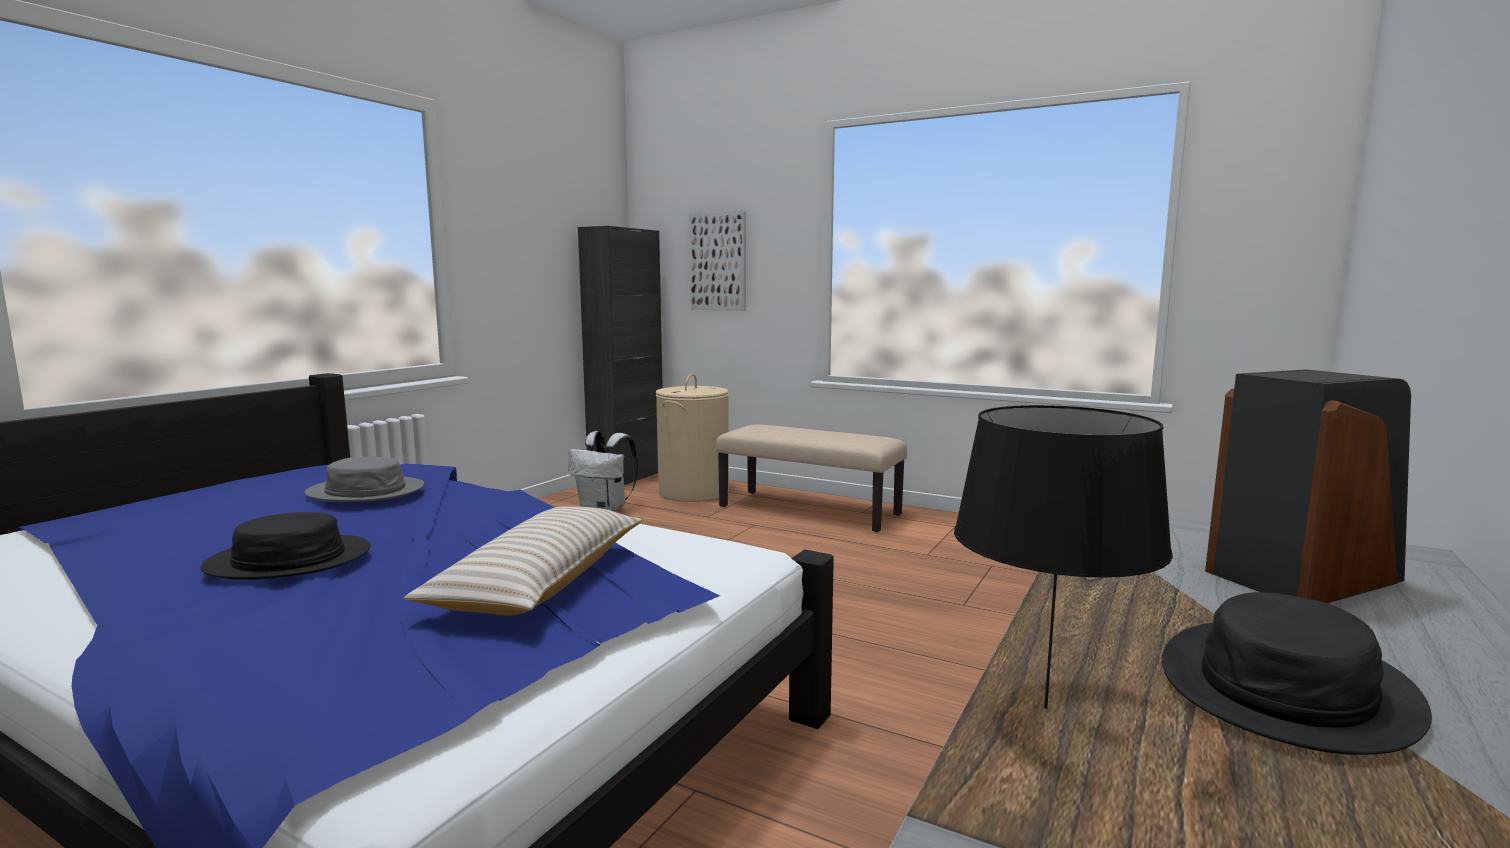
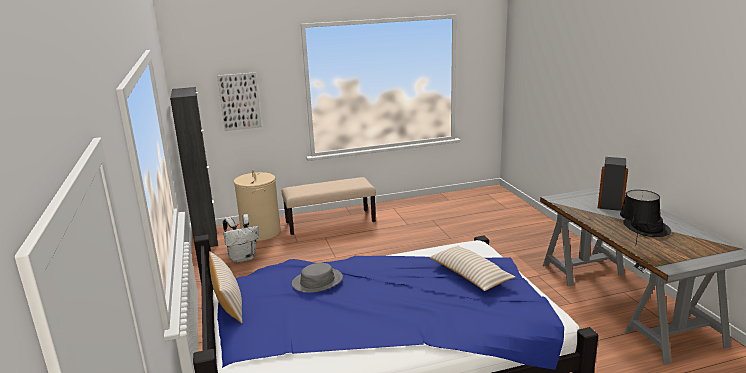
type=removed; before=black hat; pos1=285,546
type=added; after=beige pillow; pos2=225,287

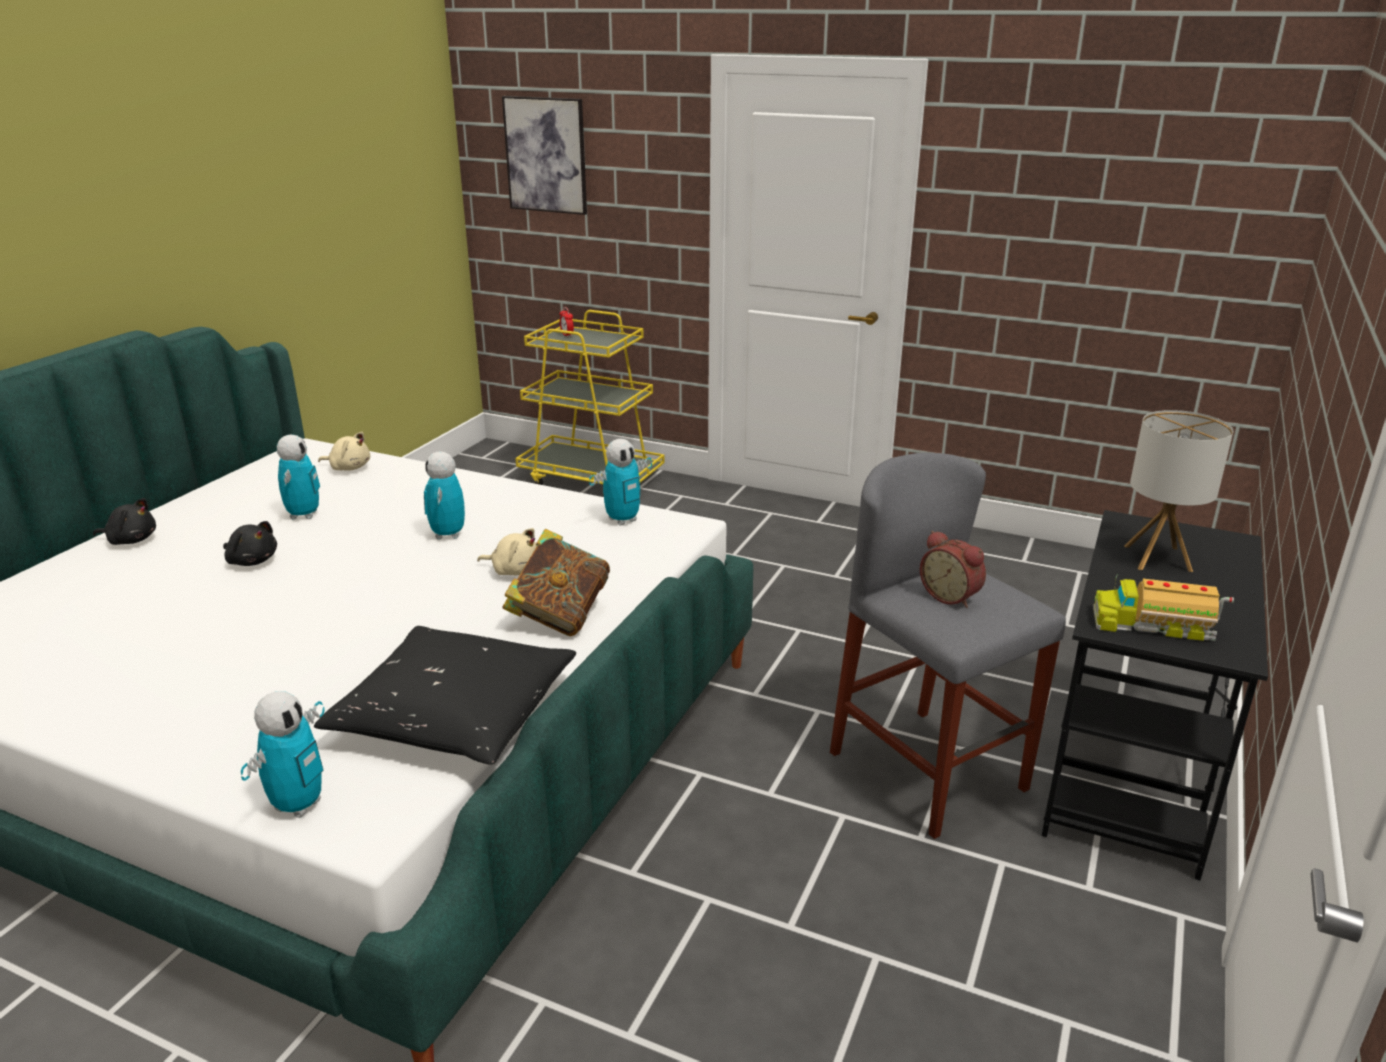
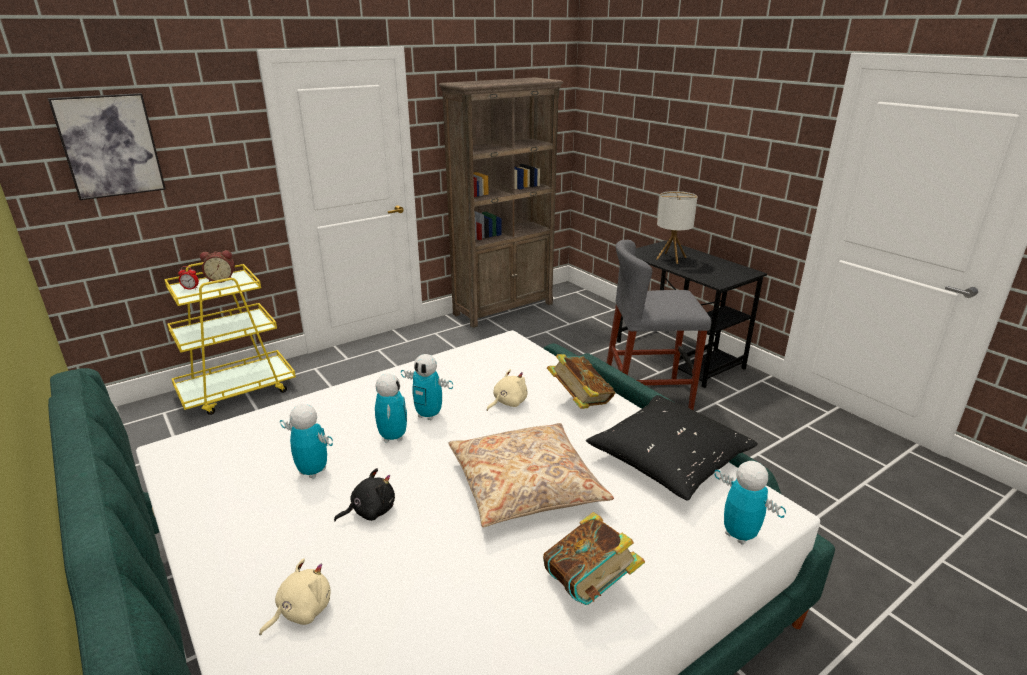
type=removed; before=black plush toy; pos1=124,521
type=removed; before=toy truck; pos1=1163,608
type=added; after=brown bookcase; pos2=501,202
type=added; after=beige pillow; pos2=531,475
type=added; after=book; pos2=594,558
type=moved; before=beige plush toy; pos1=344,451; pos2=295,597
type=moved; before=toy robot; pos1=620,482; pos2=391,408
type=moved; before=alarm clock; pos1=953,569; pos2=217,266

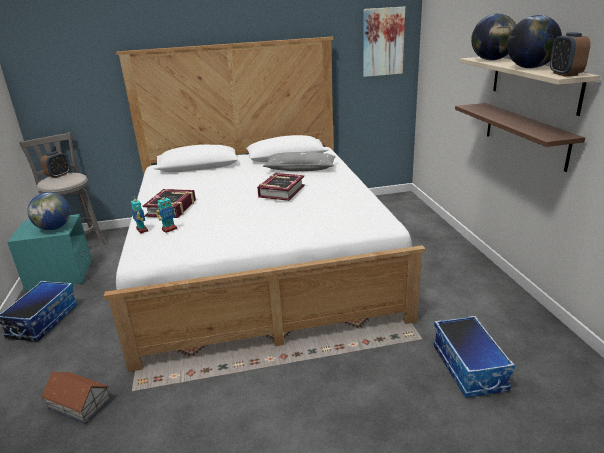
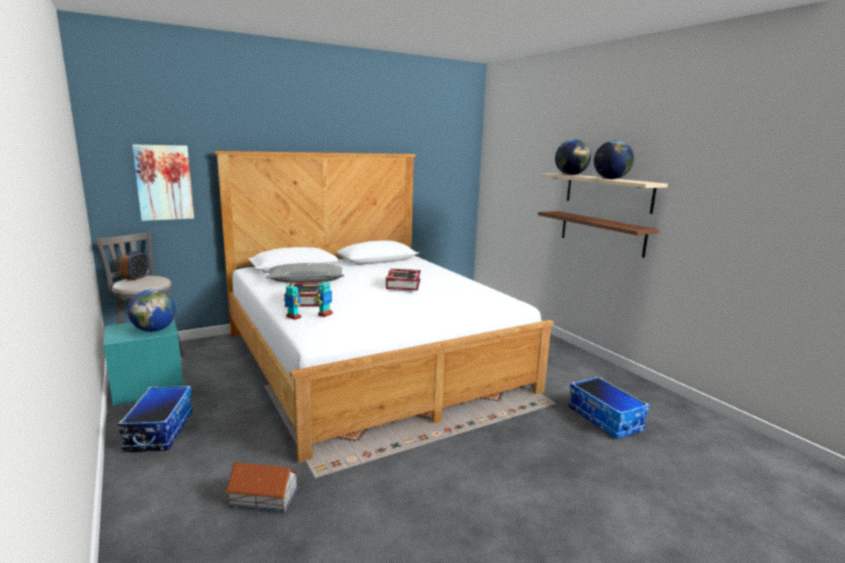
type=removed; before=alarm clock; pos1=570,54
type=moved; before=grey pillow; pos1=299,161; pos2=305,273
type=moved; before=picture; pos1=384,42; pos2=163,182

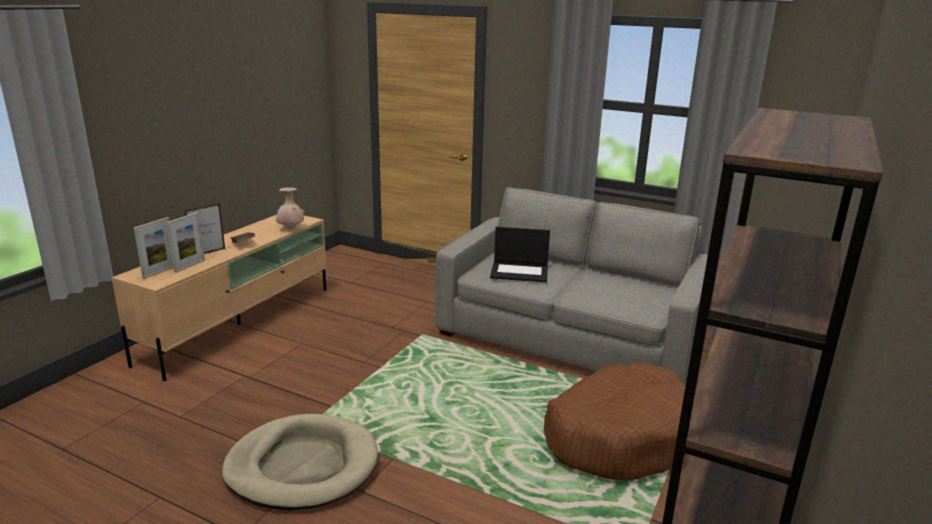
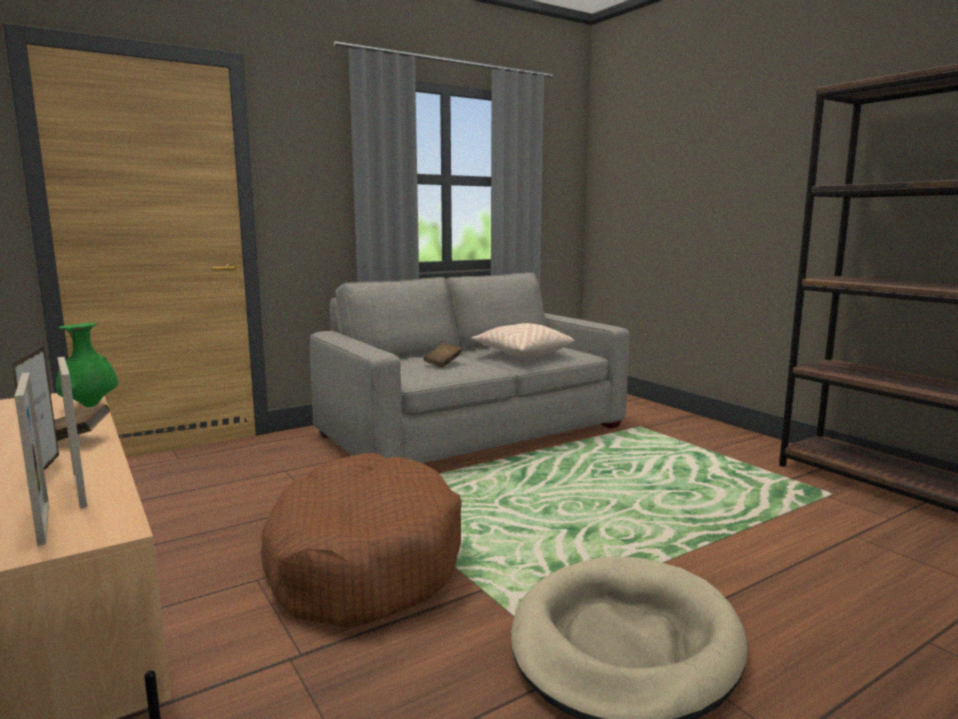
type=added; after=beige pillow; pos2=523,340
type=moved; before=brown dog bed; pos1=615,421; pos2=361,540
type=replaced; before=laptop; after=brown book; pos1=520,255; pos2=443,355
type=recoloured; before=beige vase; after=green vase; pos1=289,209; pos2=87,365

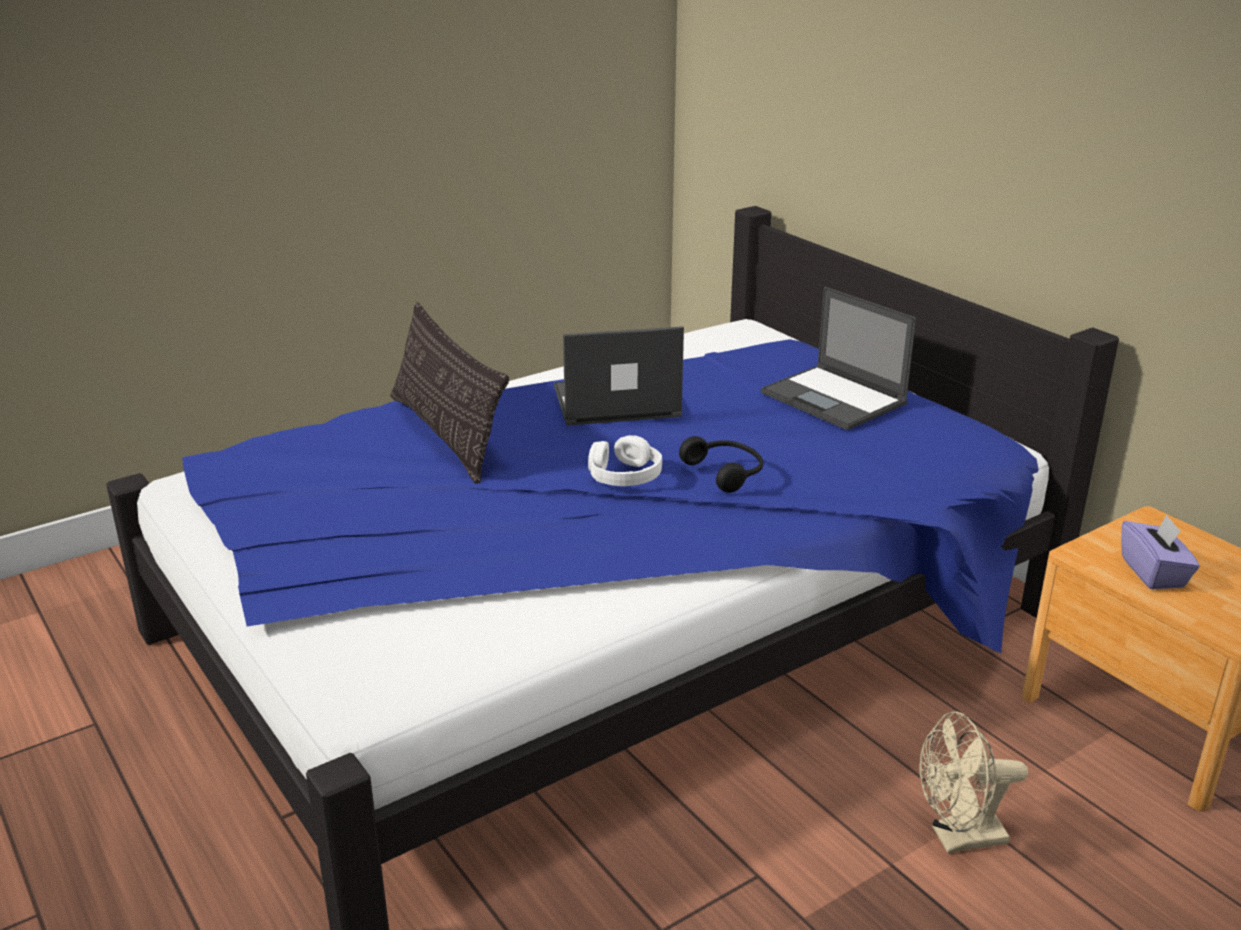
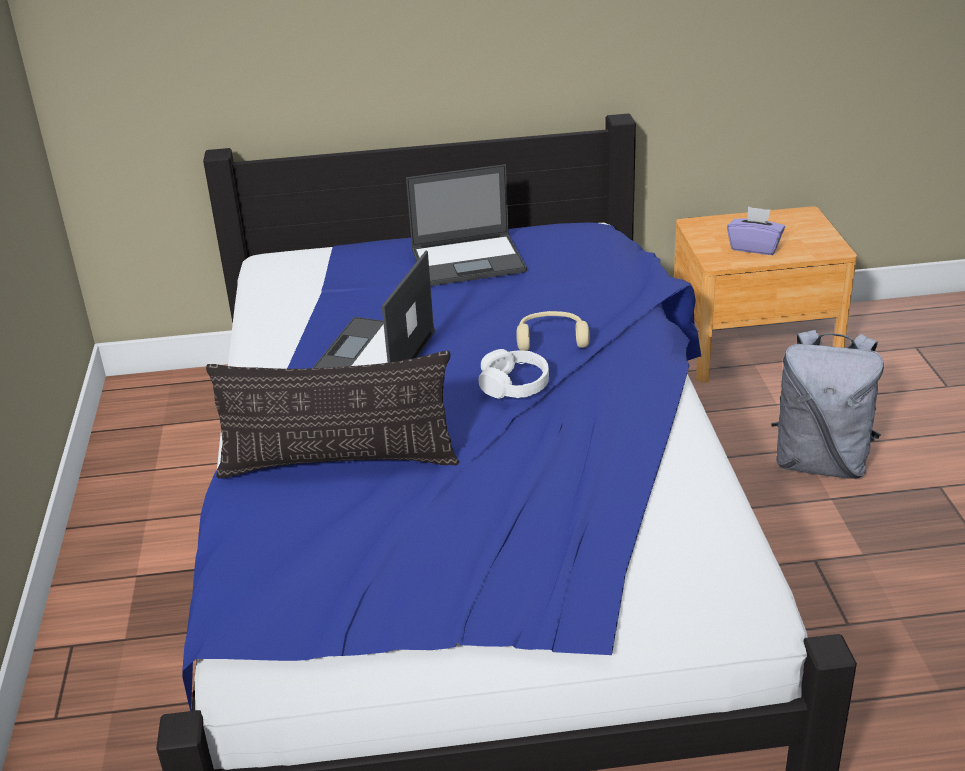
type=replaced; before=beige fan; after=grey backpack; pos1=973,782; pos2=827,404
type=recoloured; before=black headphones; after=beige headphones; pos1=721,464; pos2=553,331

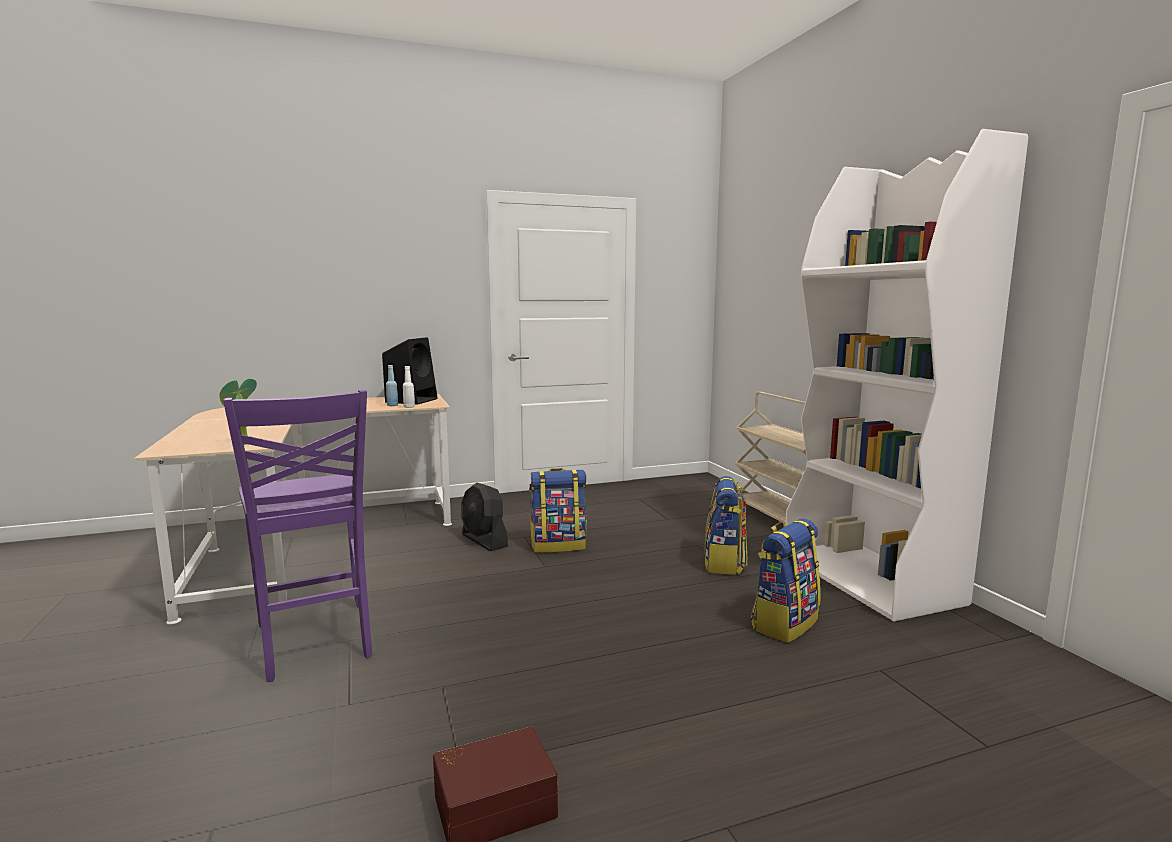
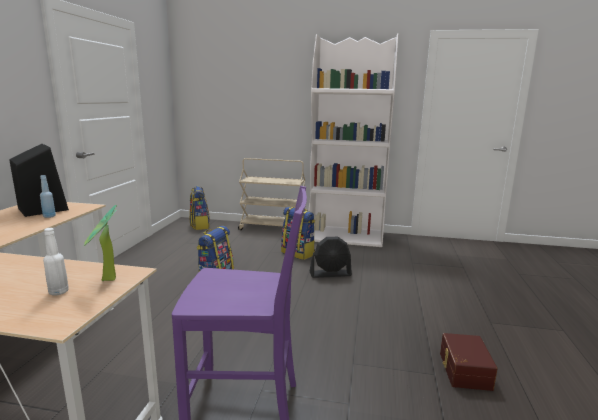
type=moved; before=white bottle; pos1=409,387; pos2=56,262
type=moved; before=black fan; pos1=484,517; pos2=330,257
type=moved; before=backpack; pos1=785,580; pos2=200,208

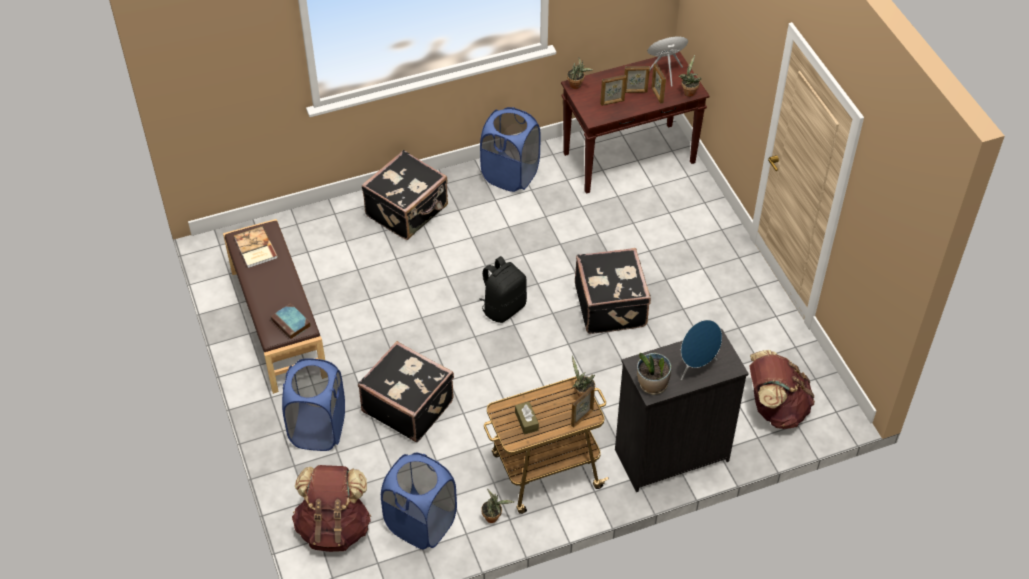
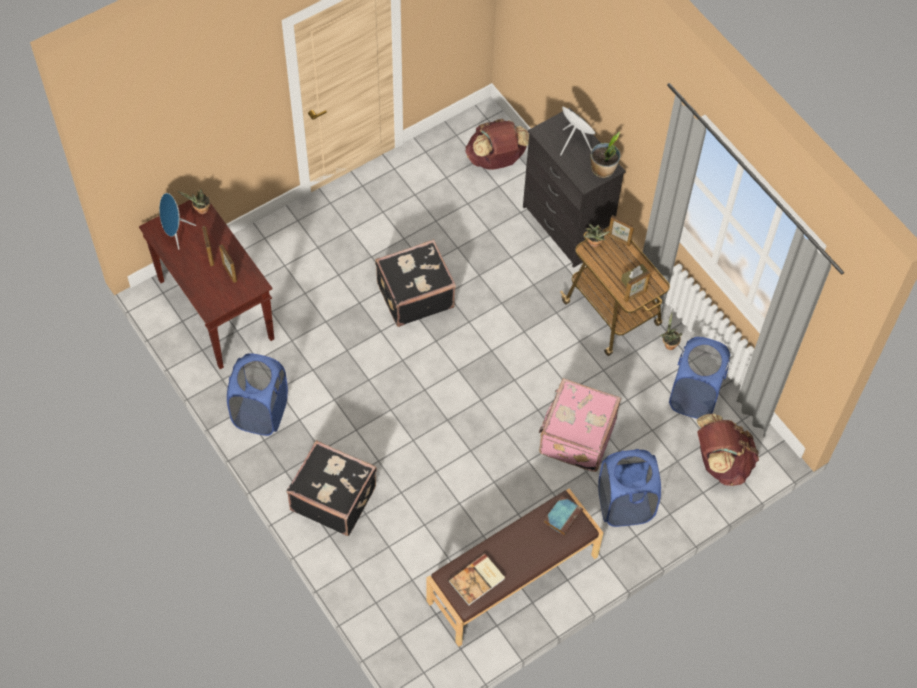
type=removed; before=black backpack; pos1=503,289
type=removed; before=potted plant; pos1=580,73
type=moved; before=picture frame; pos1=658,83; pos2=637,286
type=recoloured; before=black suitcase; after=pink suitcase; pos1=406,391; pos2=580,425

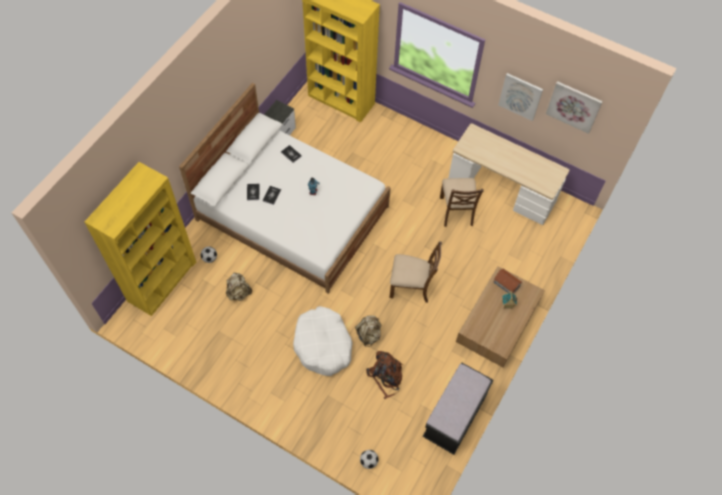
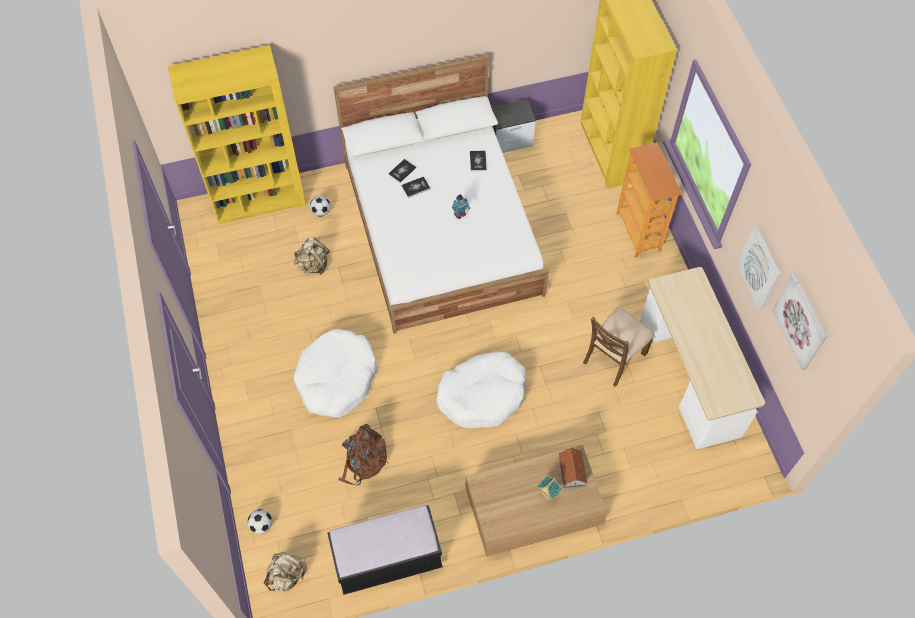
type=added; after=bookcase; pos2=649,199
type=moved; before=beige backpack; pos1=368,331; pos2=285,572
type=replaced; before=brown chair; after=white dog bed; pos1=416,272; pos2=481,390

